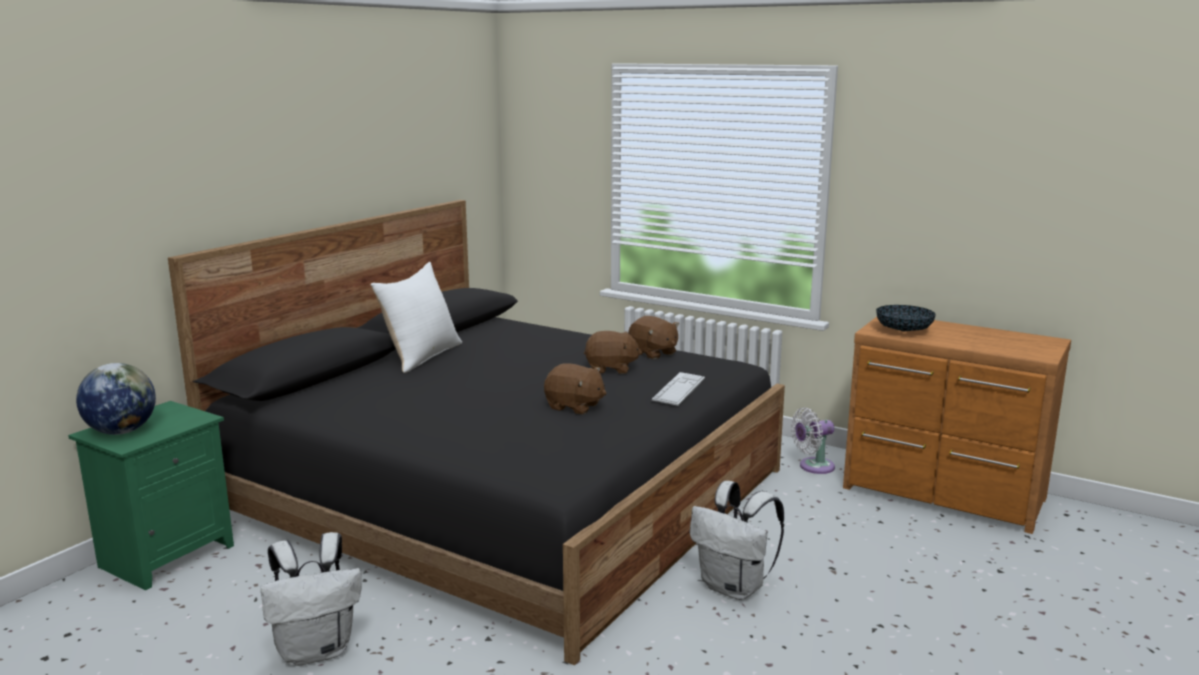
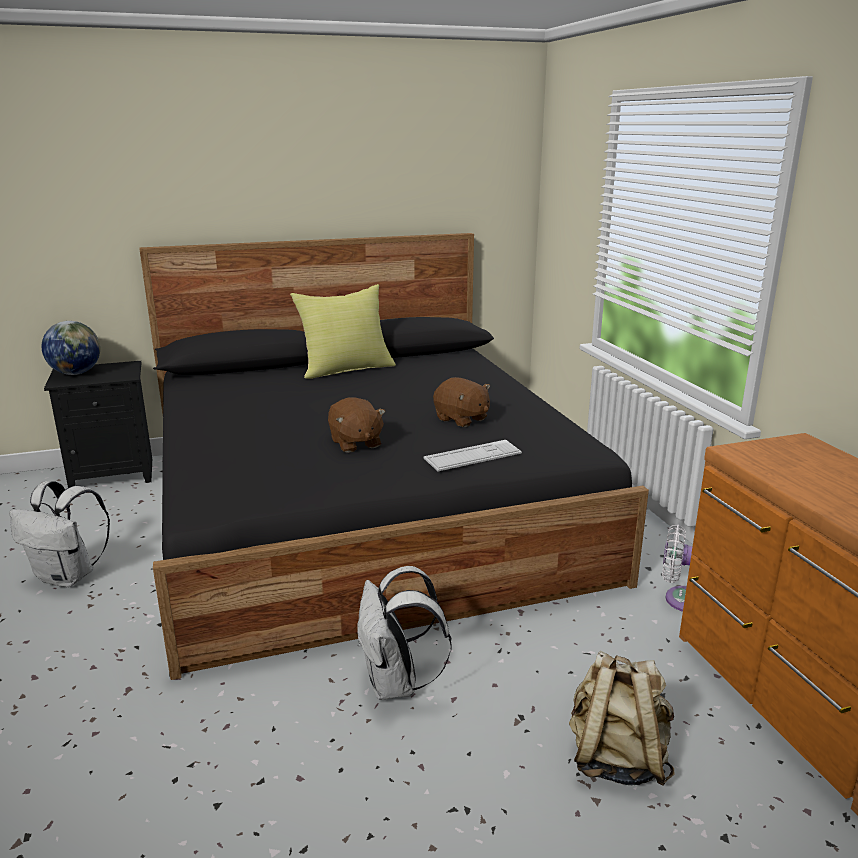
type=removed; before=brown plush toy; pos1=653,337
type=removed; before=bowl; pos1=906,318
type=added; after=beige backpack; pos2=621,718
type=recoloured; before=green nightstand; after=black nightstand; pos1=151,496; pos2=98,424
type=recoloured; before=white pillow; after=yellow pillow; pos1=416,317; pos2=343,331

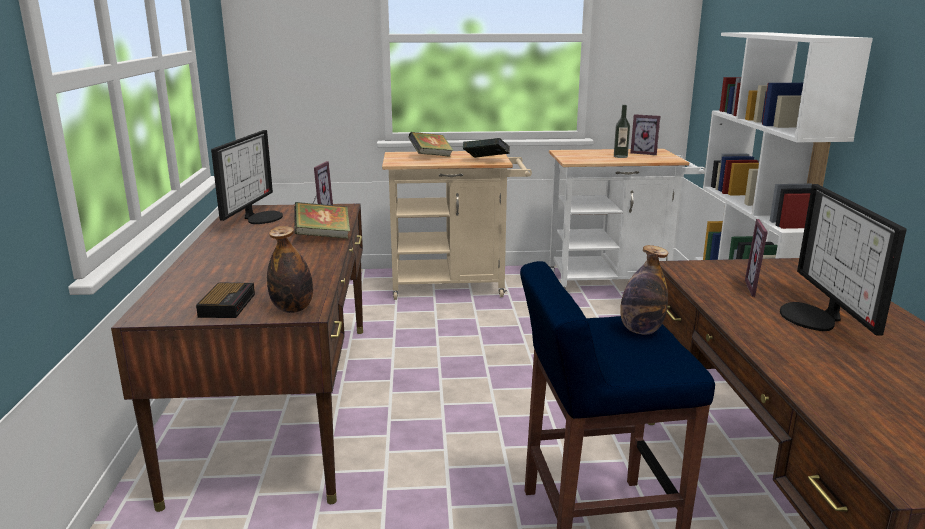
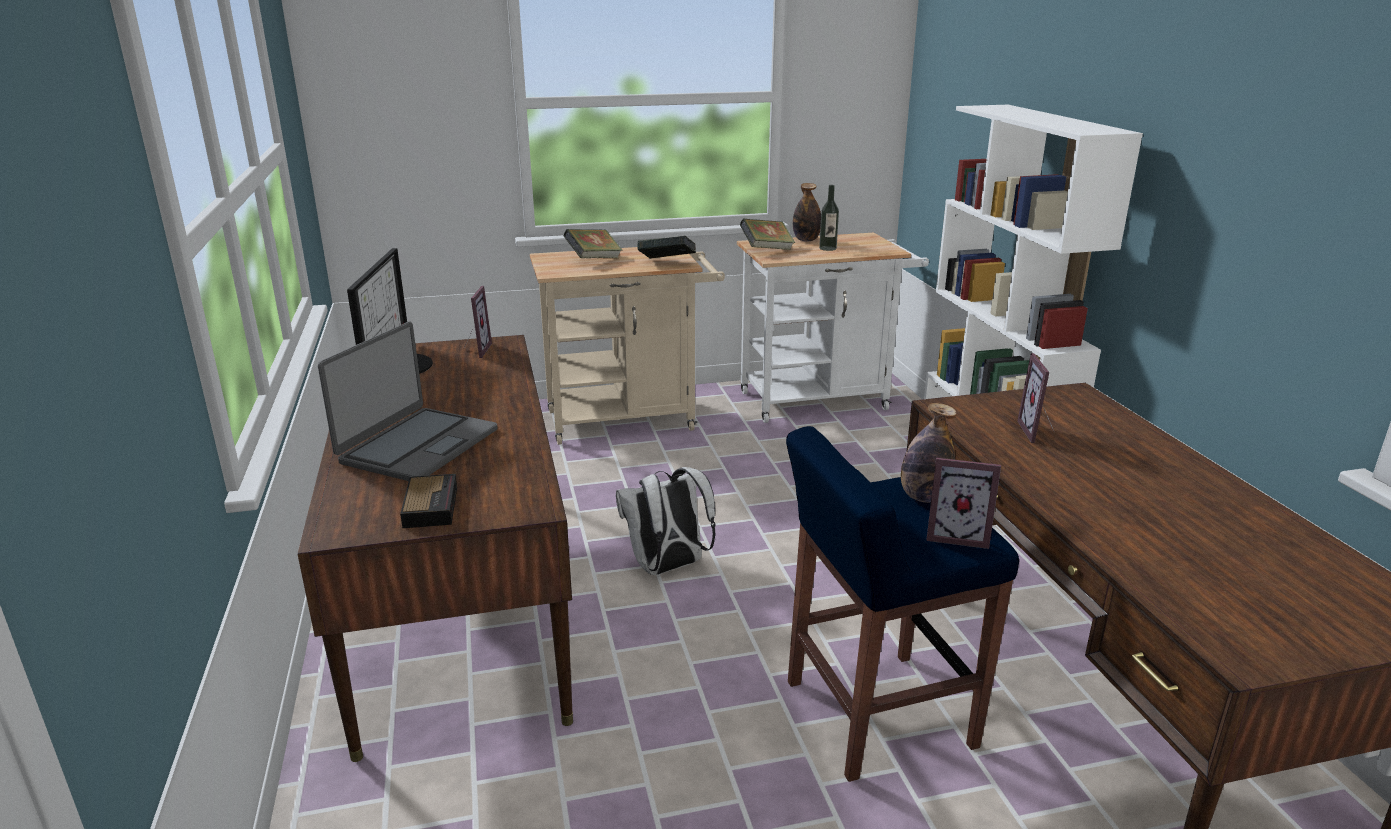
type=removed; before=monitor; pos1=843,260
type=added; after=laptop; pos2=408,401
type=added; after=white backpack; pos2=666,521
type=moved; before=bottle; pos1=290,269; pos2=807,212
type=moved; before=book; pos1=322,220; pos2=767,234
type=moved; before=picture frame; pos1=645,134; pos2=963,503

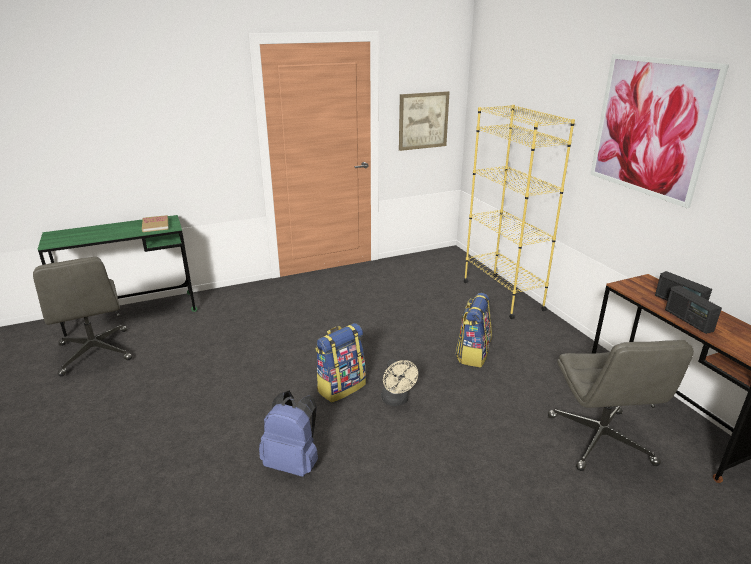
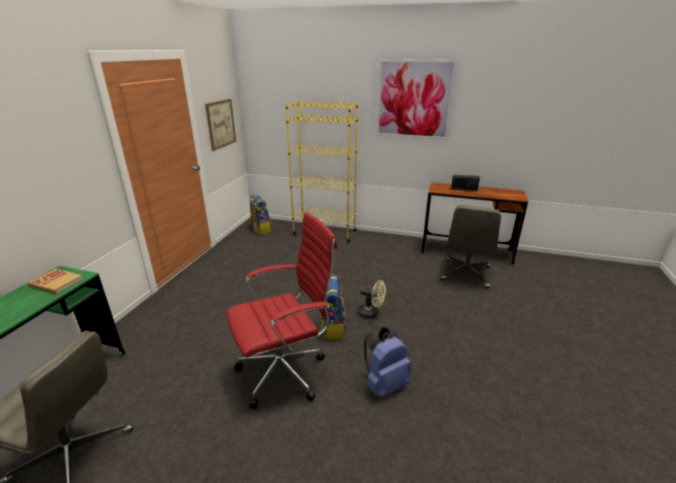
type=removed; before=radio; pos1=693,309
type=added; after=red office chair; pos2=281,310
type=moved; before=backpack; pos1=473,330; pos2=260,214
type=turned; before=grey office chair; pos1=621,405; pos2=471,247; turn=75

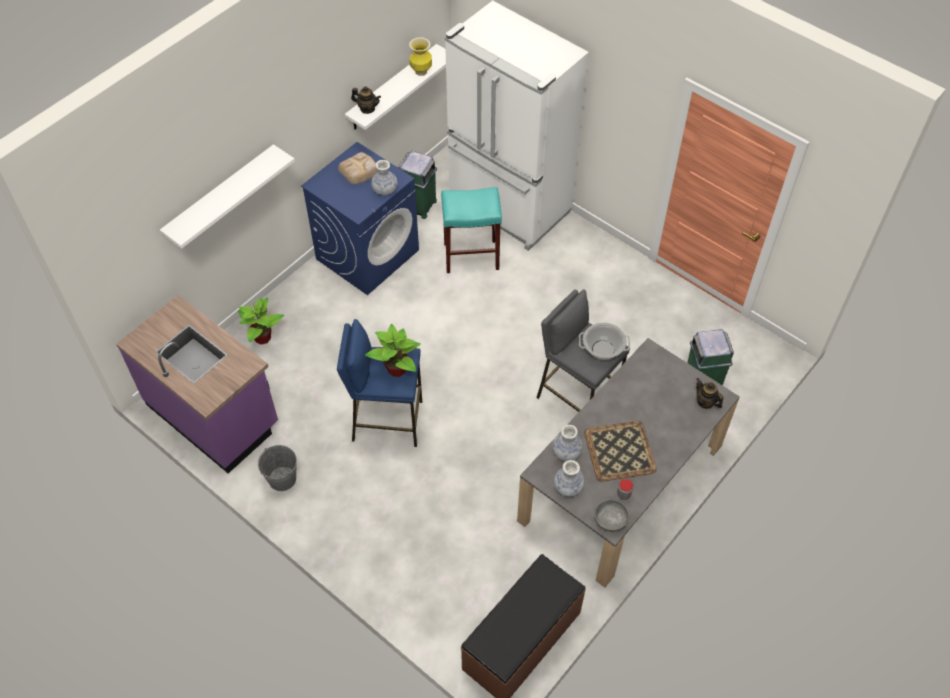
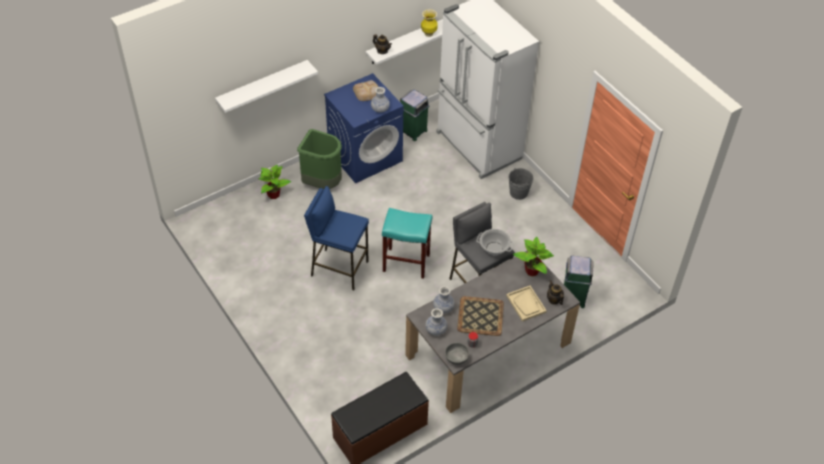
type=removed; before=purple counter; pos1=197,384
type=added; after=green trash can; pos2=319,159
type=added; after=beige tray; pos2=526,304
type=moved; before=grey bucket; pos1=277,468; pos2=521,184
type=moved; before=potted plant; pos1=393,350; pos2=533,256
type=moved; before=turquoise stool; pos1=471,230; pos2=407,243

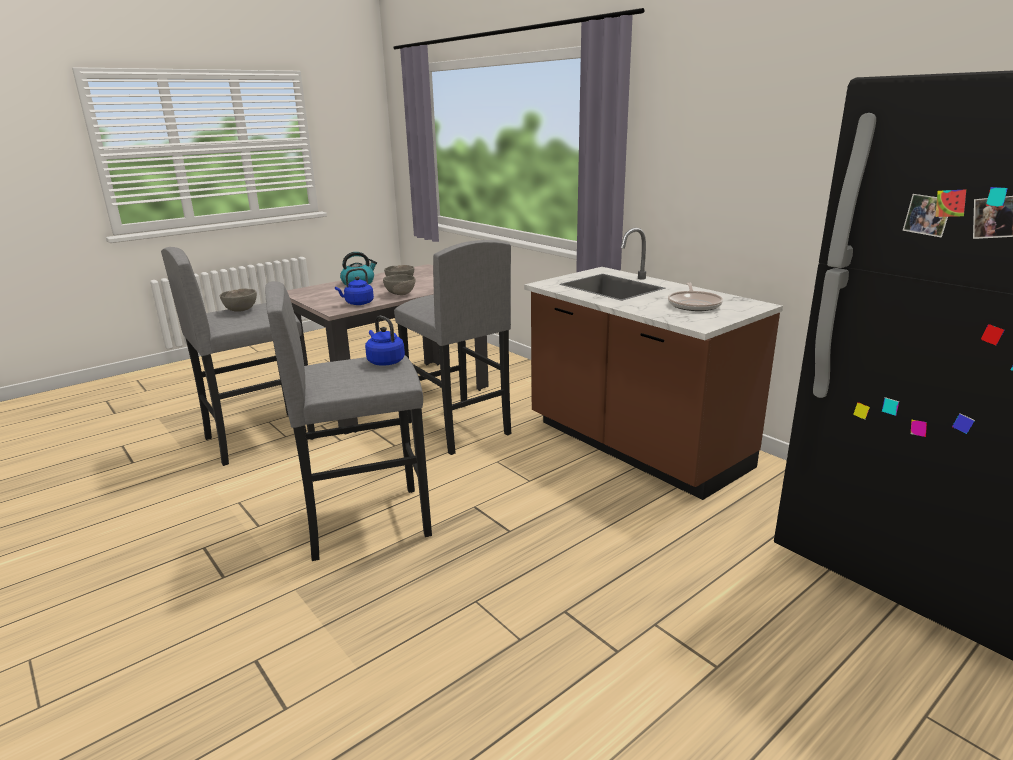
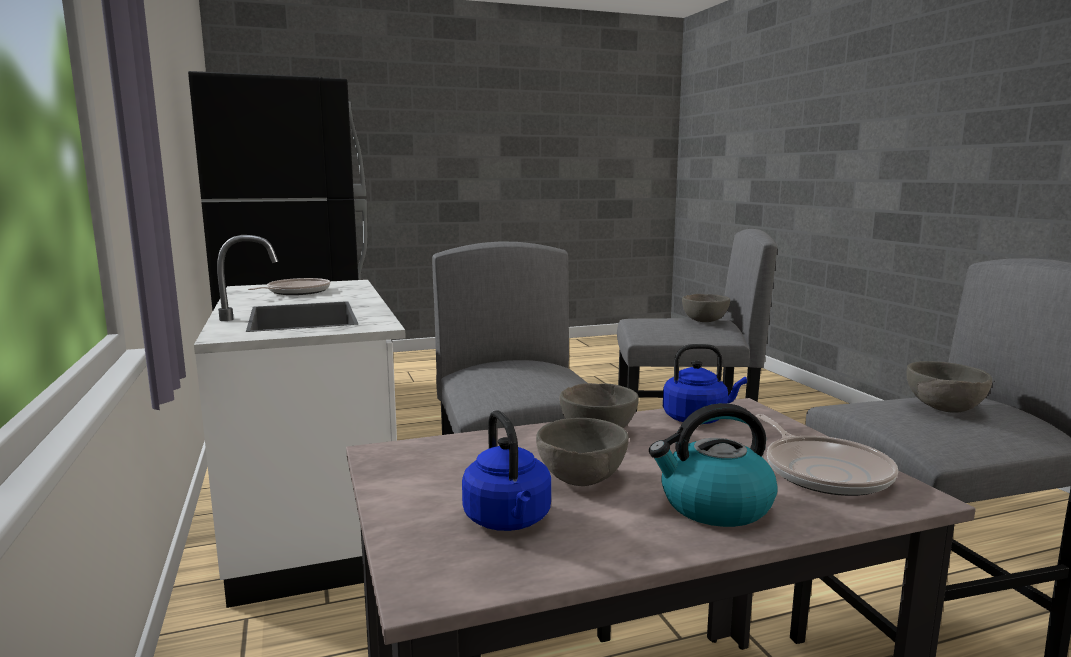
type=added; after=grey bowl; pos2=706,308
type=added; after=frying pan; pos2=827,455
type=moved; before=blue kettle; pos1=385,341; pos2=506,470
type=recoloured; before=brown counter; after=white counter; pos1=653,364; pos2=300,421

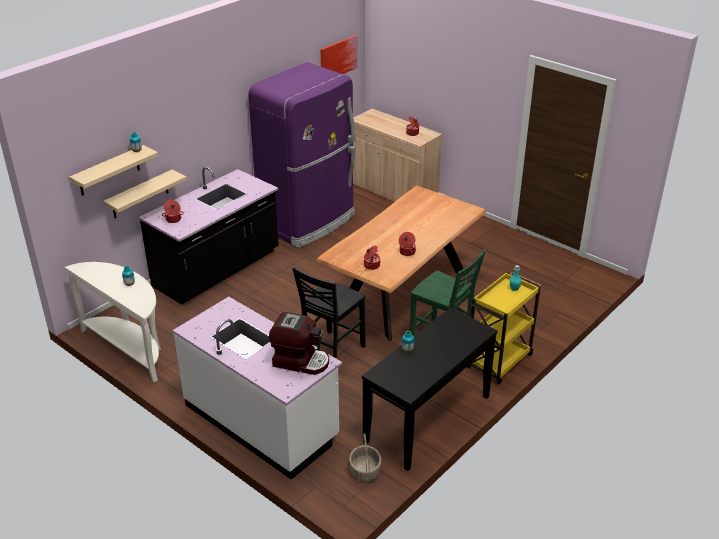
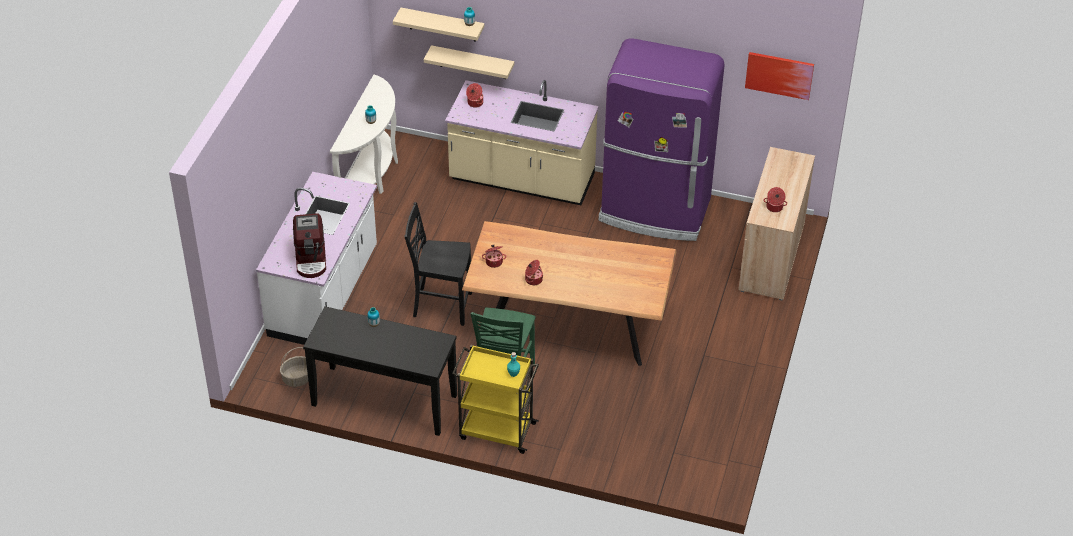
type=recoloured; before=black counter; after=beige counter; pos1=209,236; pos2=522,142

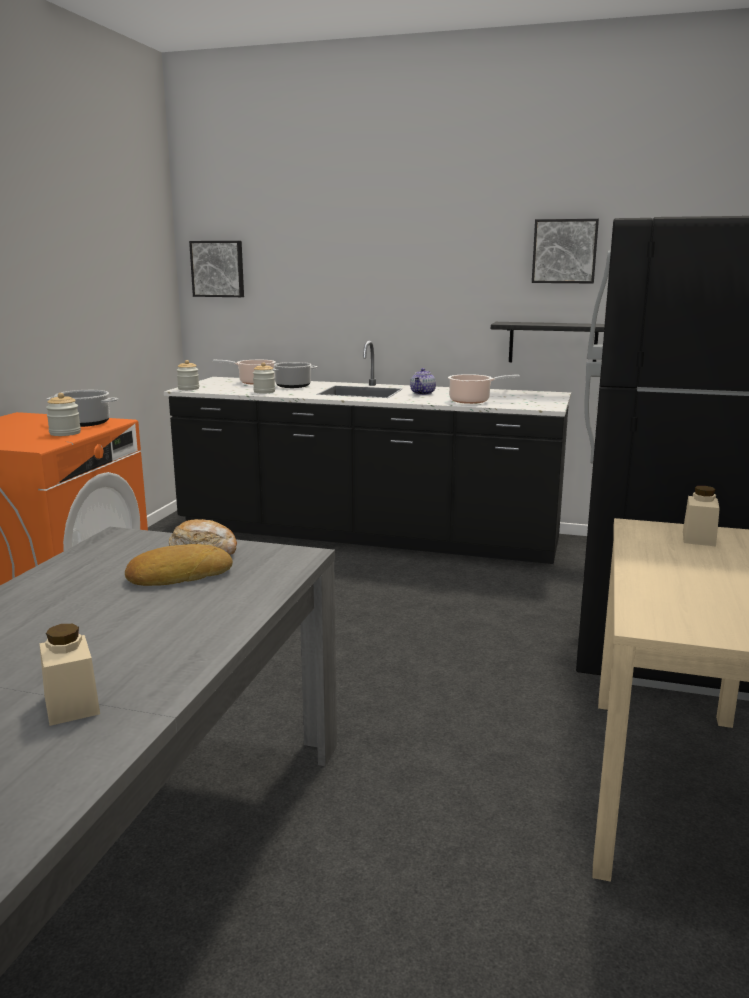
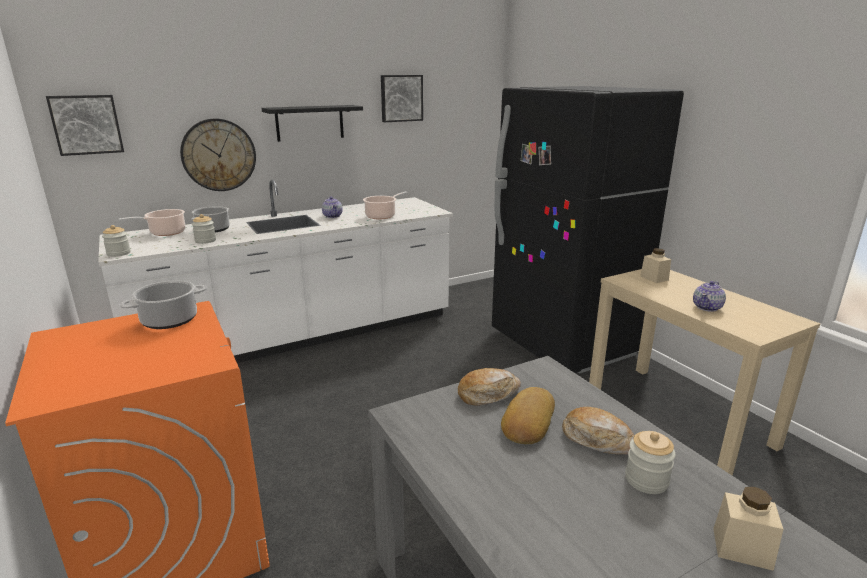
type=added; after=wall clock; pos2=218,155
type=added; after=bread; pos2=598,430
type=added; after=teapot; pos2=709,296
type=moved; before=jar; pos1=63,414; pos2=650,462
type=moved; before=black shelf; pos1=548,342; pos2=312,123
type=recoloured; before=black counter; after=white counter; pos1=367,452; pos2=275,271

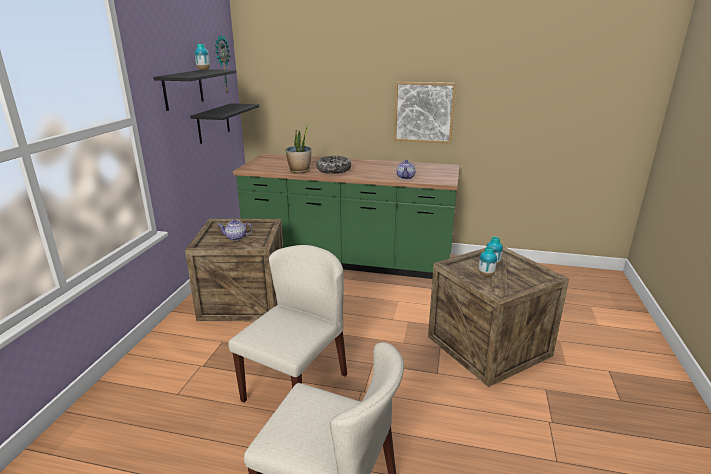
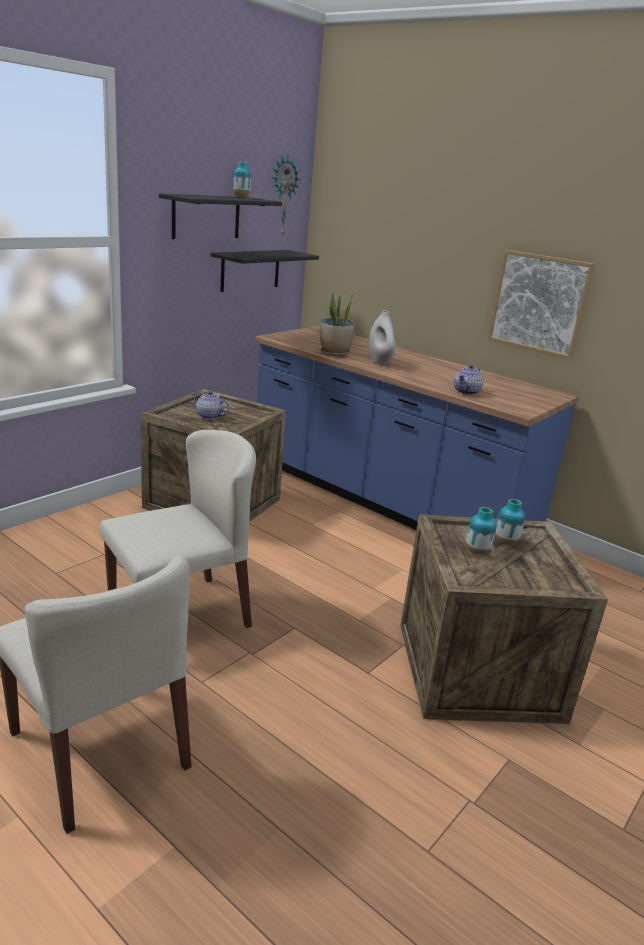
type=replaced; before=bowl; after=white vase; pos1=333,165; pos2=382,337
type=recoloured; before=green counter; after=blue counter; pos1=346,216; pos2=417,428

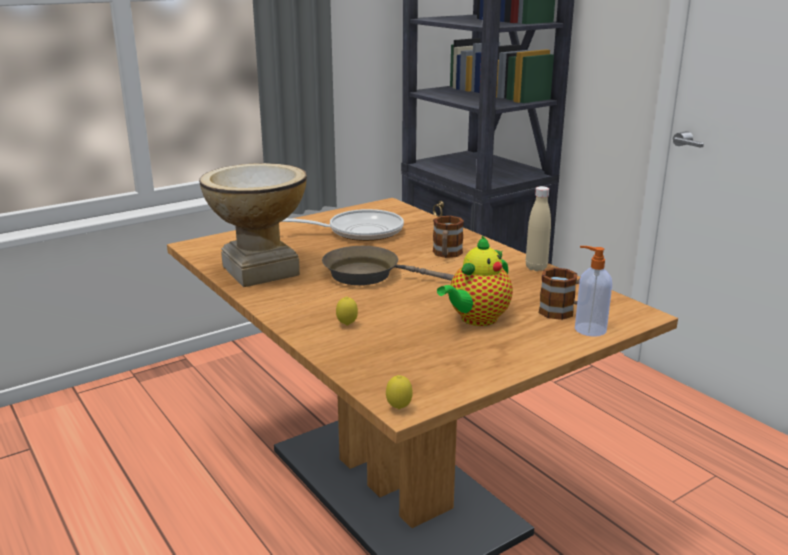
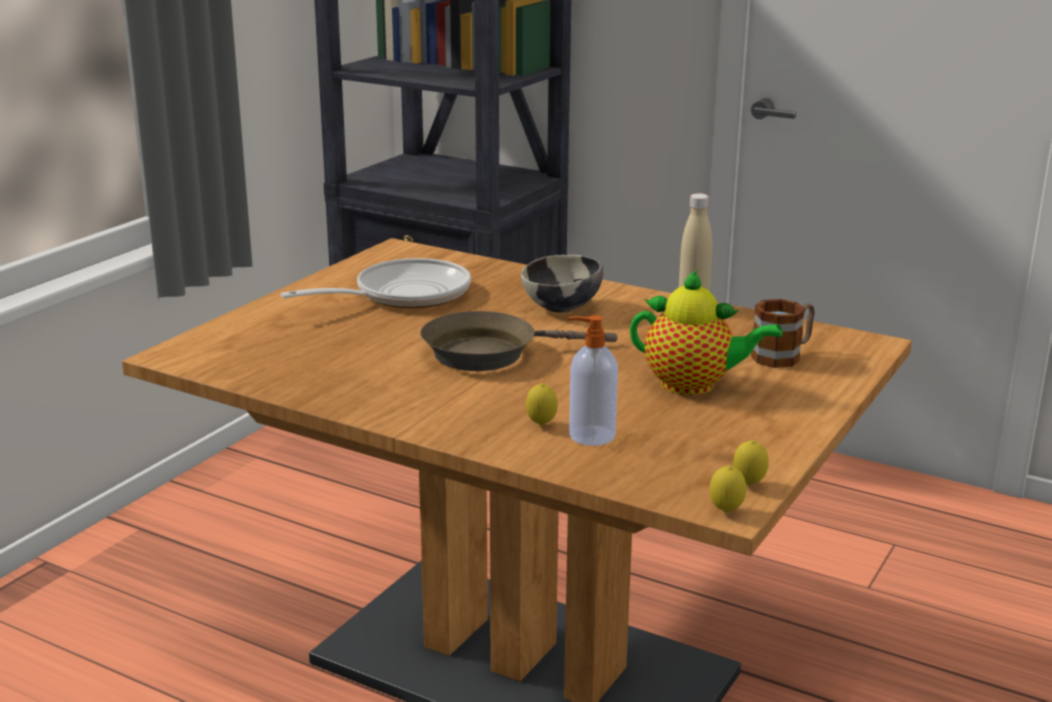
type=removed; before=vase; pos1=253,225
type=added; after=lemon; pos2=751,463
type=moved; before=soap dispenser; pos1=593,291; pos2=592,380
type=replaced; before=mug; after=bowl; pos1=448,237; pos2=562,284
type=turned; before=teapot; pos1=475,281; pos2=706,332; turn=-90

